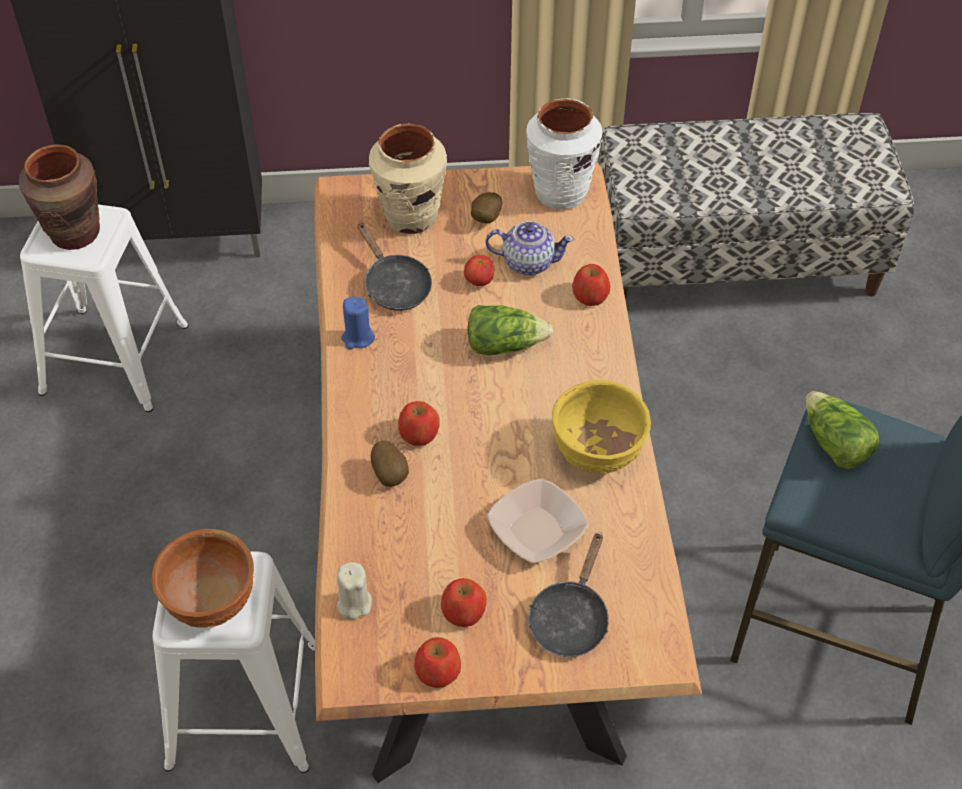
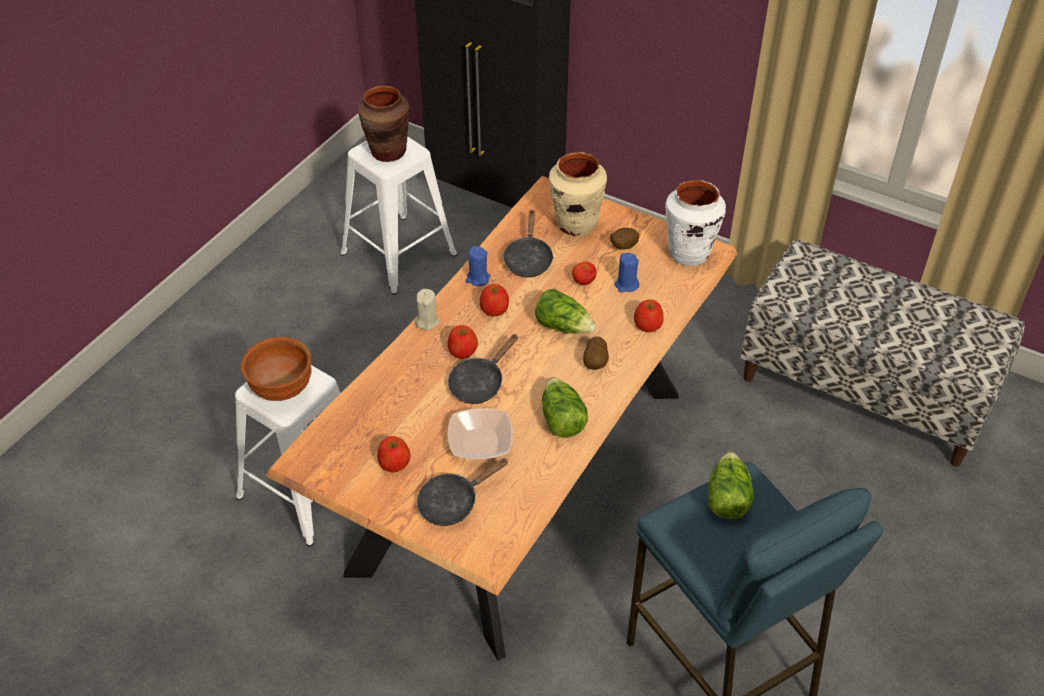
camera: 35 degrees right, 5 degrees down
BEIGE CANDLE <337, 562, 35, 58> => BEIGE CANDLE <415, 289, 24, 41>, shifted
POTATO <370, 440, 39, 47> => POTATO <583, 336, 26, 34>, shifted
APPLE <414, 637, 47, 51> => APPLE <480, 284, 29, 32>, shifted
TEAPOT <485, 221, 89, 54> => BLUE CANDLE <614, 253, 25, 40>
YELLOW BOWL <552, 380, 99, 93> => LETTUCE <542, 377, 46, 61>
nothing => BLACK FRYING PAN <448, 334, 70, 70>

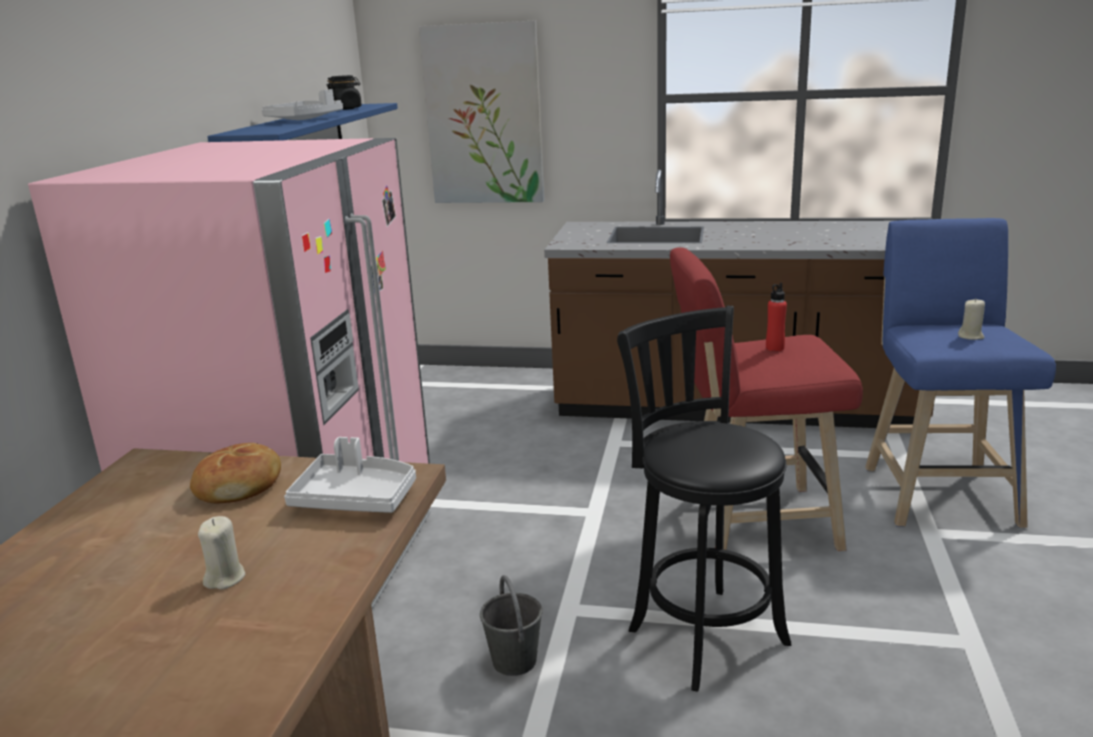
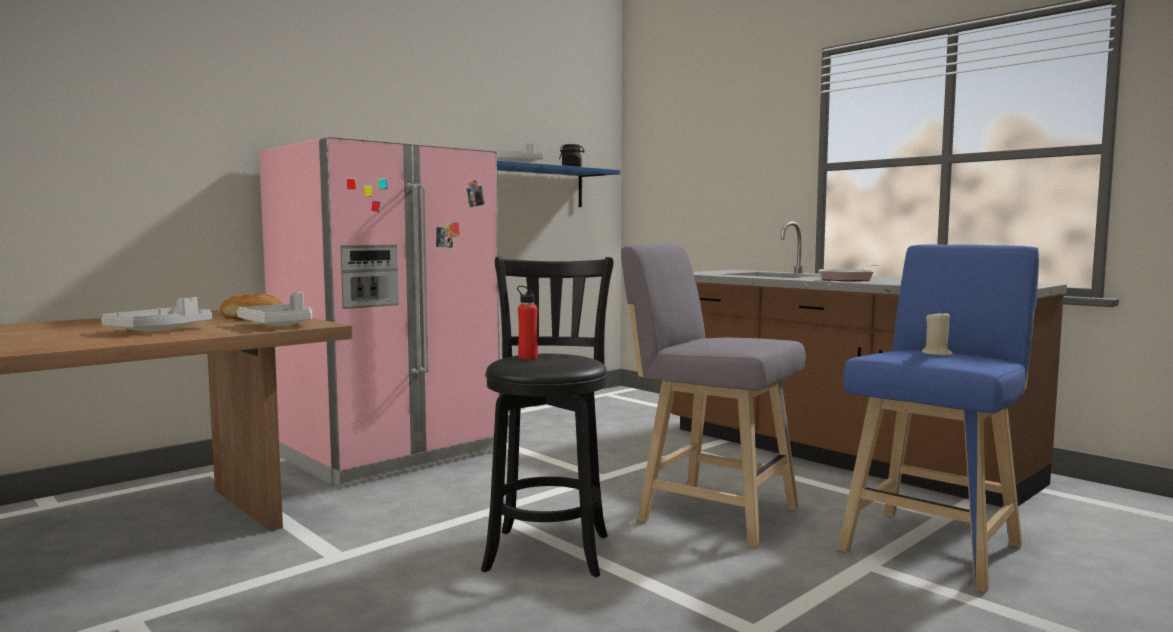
camera: 35 degrees right, 15 degrees down
BEIGE CANDLE <198, 516, 47, 74> => GREY TRAY <101, 297, 111, 34>
PICTURE <419, 20, 125, 183> => nothing
GREY BUCKET <480, 575, 62, 101> => nothing
RED STOOL <670, 247, 193, 304> => GREY STOOL <621, 243, 185, 306>
RED BOTTLE <766, 283, 21, 68> => RED BOTTLE <517, 286, 21, 73>, shifted
nothing => FRYING PAN <819, 264, 59, 17>

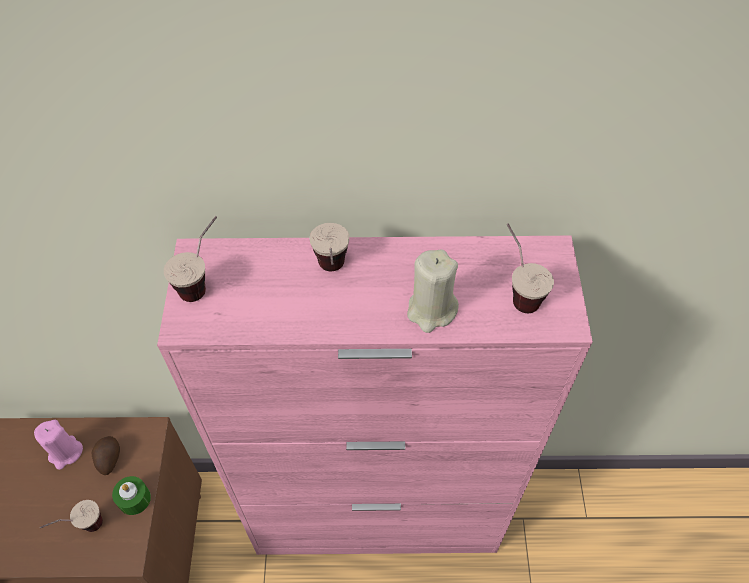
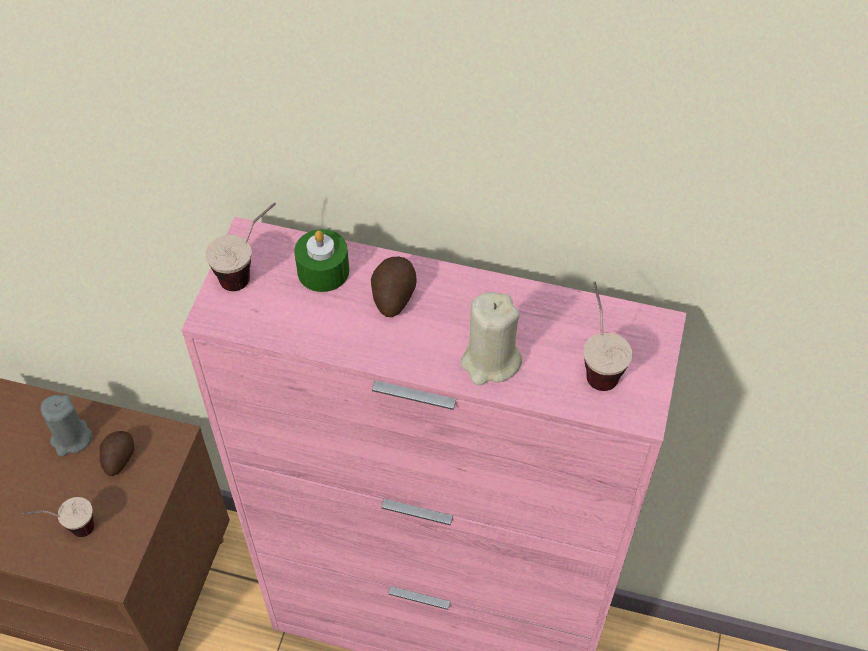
camera: 15 degrees right, 0 degrees up
PINK CANDLE <34, 420, 49, 50> => GREY CANDLE <41, 395, 52, 62>
GREEN CANDLE <112, 476, 39, 39> => GREEN CANDLE <294, 229, 55, 63>, shifted
CUP <309, 223, 41, 48> => POTATO <371, 257, 46, 60>

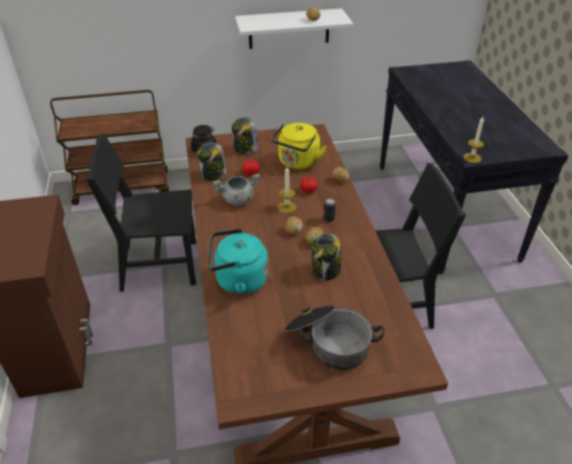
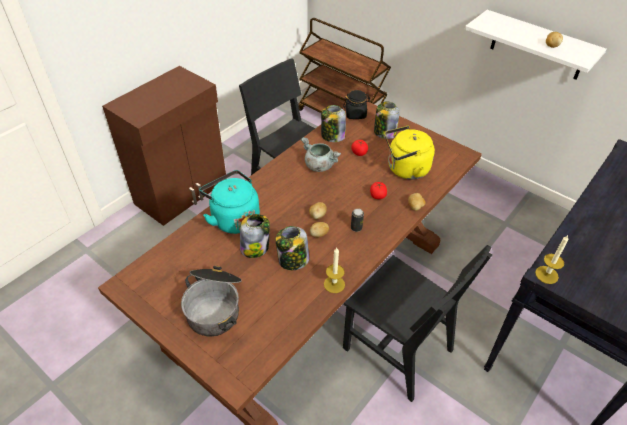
camera: 50 degrees right, 5 degrees up
CANDLE <278, 167, 18, 46> => CANDLE <324, 248, 21, 45>, shifted
nothing => JAR <240, 214, 30, 44>

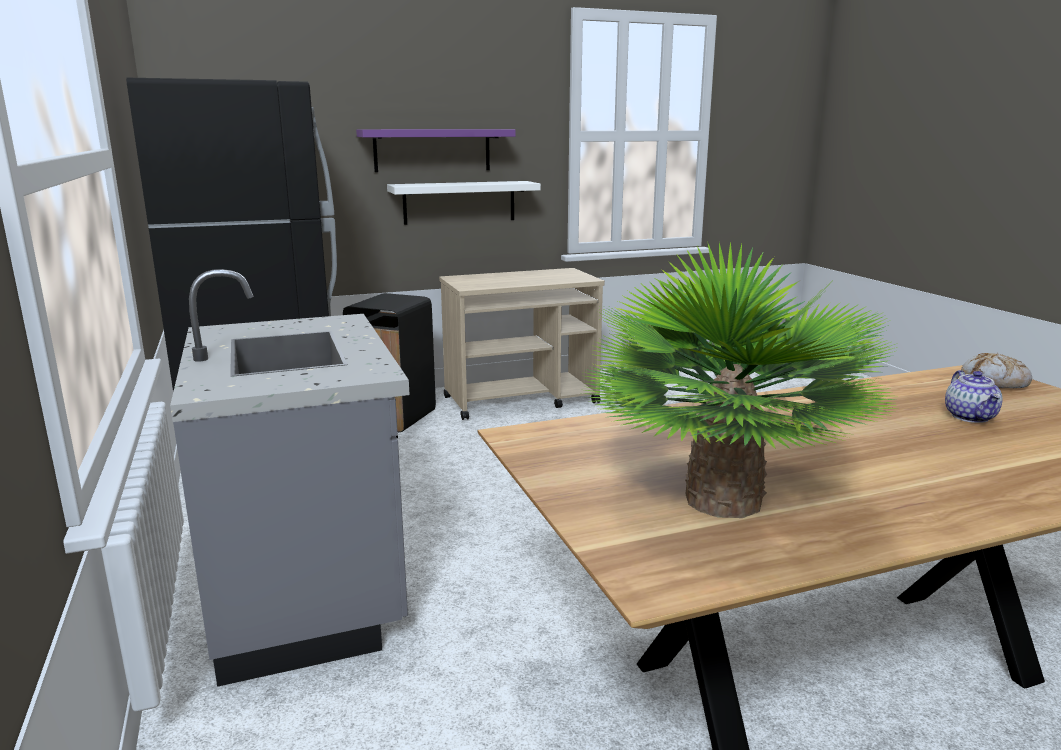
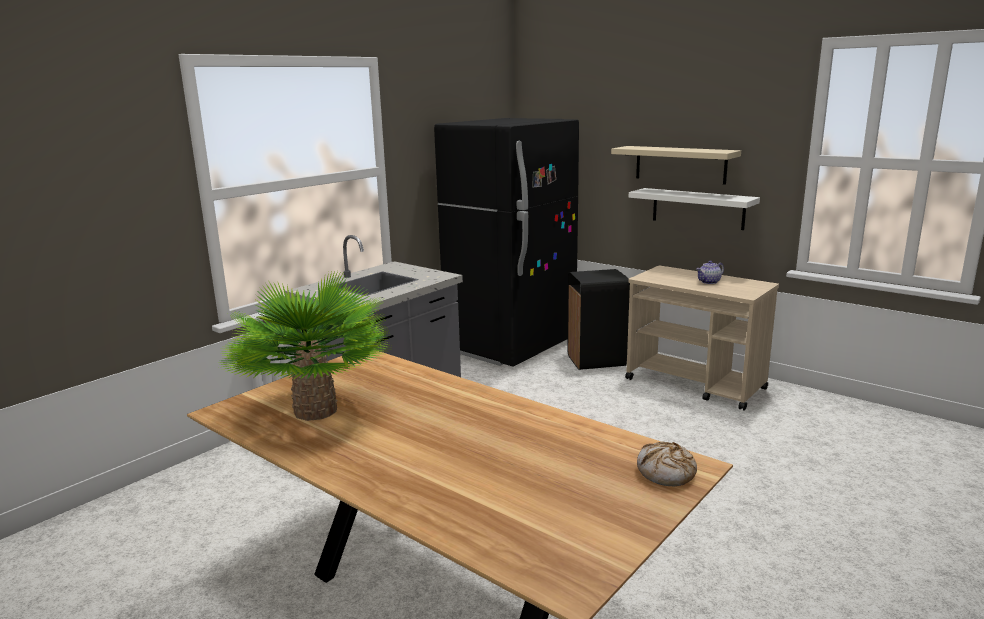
camera: 60 degrees right, 0 degrees up
PURPLE SHELF <356, 129, 160, 43> => BEIGE SHELF <611, 146, 130, 39>
TEAPOT <945, 370, 58, 53> => TEAPOT <696, 261, 28, 23>, shifted

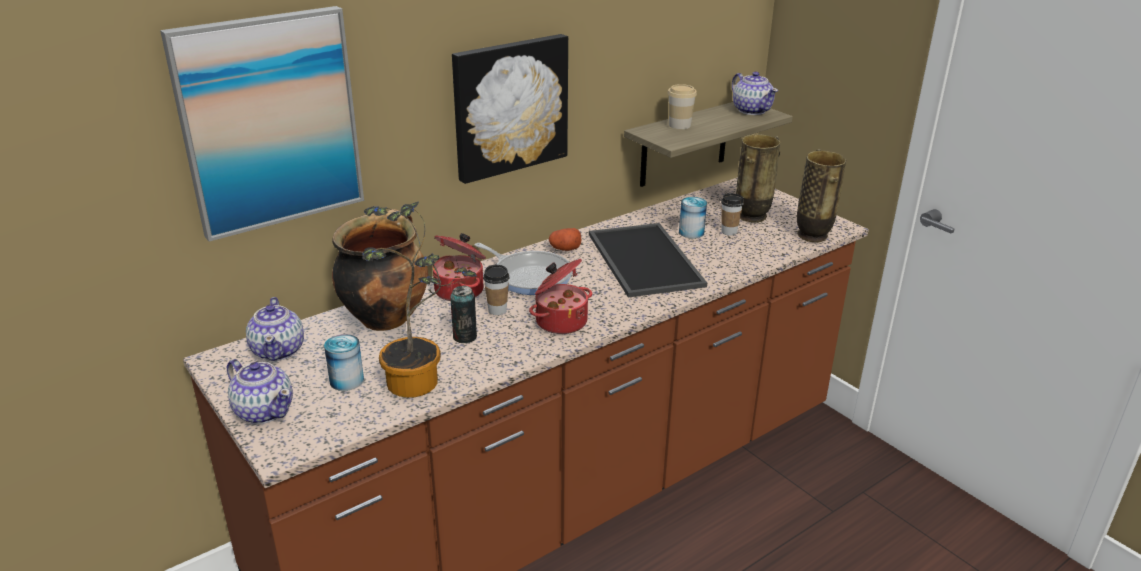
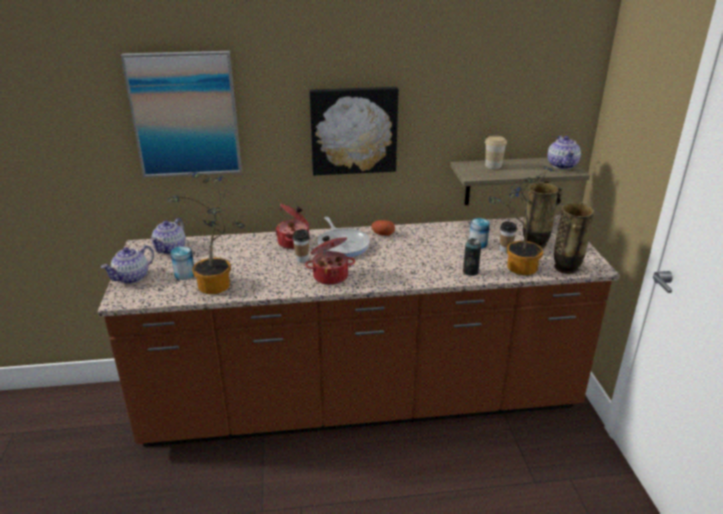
camera: 30 degrees right, 0 degrees up
TEAPOT <227, 359, 66, 65> => TEAPOT <101, 245, 53, 39>, 60 degrees clockwise
COOKING POT <332, 209, 96, 122> => nothing
CAN <450, 285, 27, 58> => CAN <463, 238, 18, 38>, shifted
TRAY <589, 223, 118, 75> => nothing
nothing => POTTED PLANT <488, 166, 69, 109>

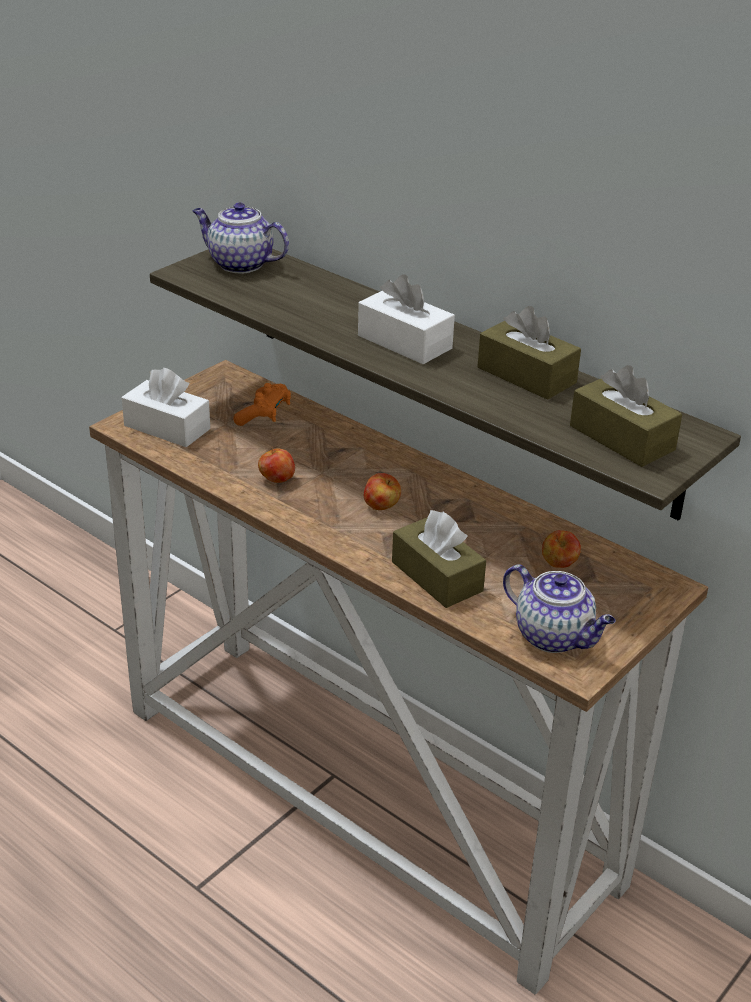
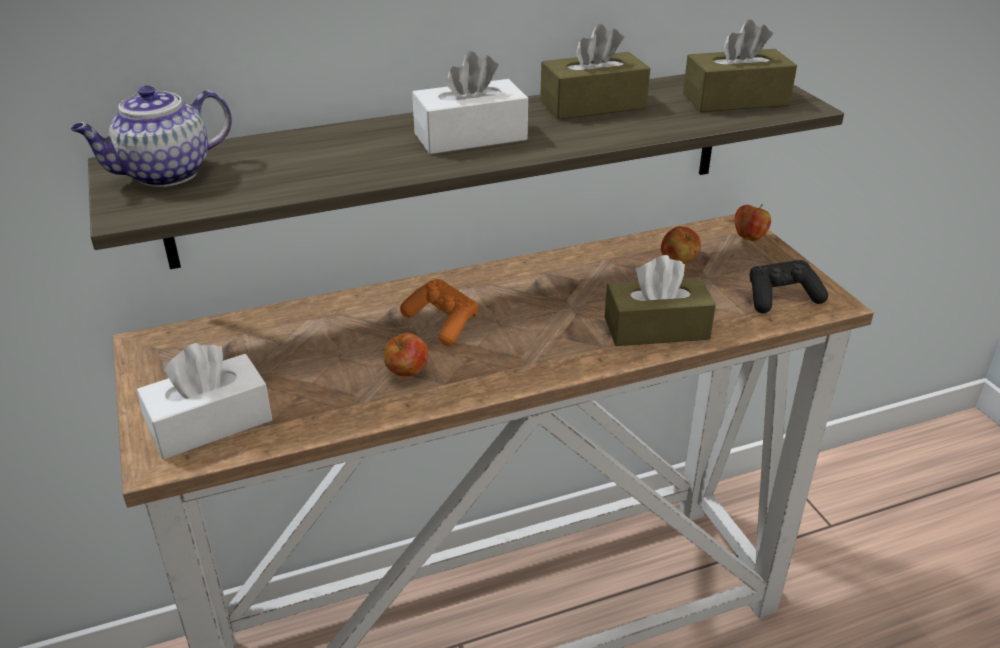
camera: 60 degrees left, 0 degrees up
ORANGE GAME CONTROLLER <234, 383, 57, 43> => ORANGE GAME CONTROLLER <400, 279, 78, 67>, shifted
APPLE <364, 473, 37, 37> => APPLE <734, 204, 37, 37>, shifted
TEAPOT <503, 564, 113, 89> => BLACK GAME CONTROLLER <749, 260, 79, 53>

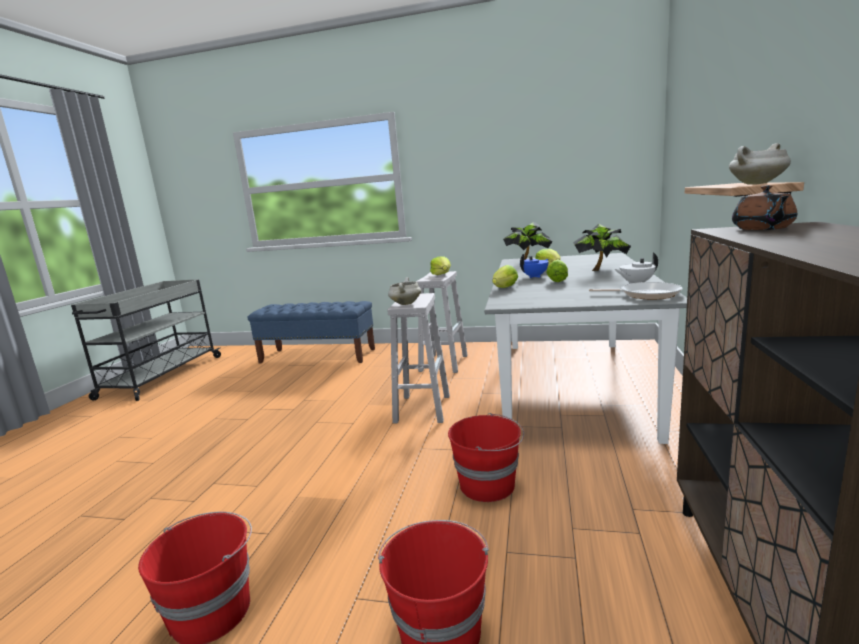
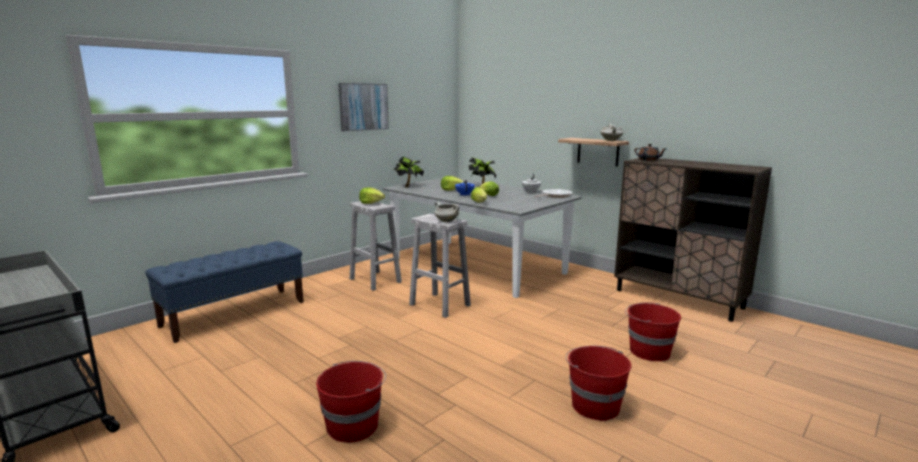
camera: 60 degrees left, 0 degrees up
RED BUCKET <448, 413, 76, 89> => RED BUCKET <316, 361, 70, 82>, shifted
nothing => PICTURE <338, 83, 51, 48>

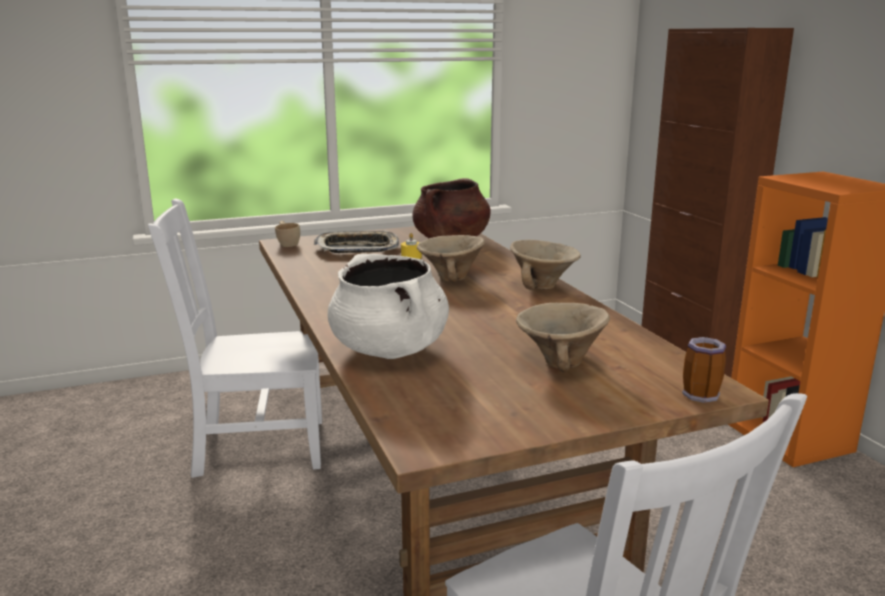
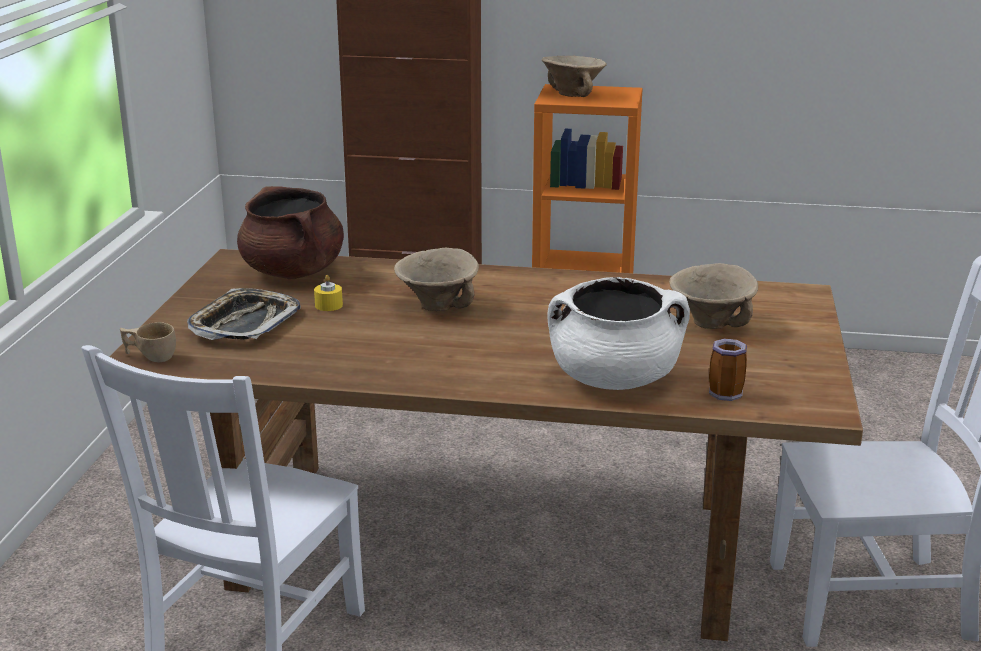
camera: 60 degrees left, 5 degrees up
BEIGE BOWL <510, 240, 71, 50> => BEIGE BOWL <542, 56, 65, 41>, shifted
MUG <682, 337, 44, 66> => MUG <709, 339, 38, 62>, shifted

